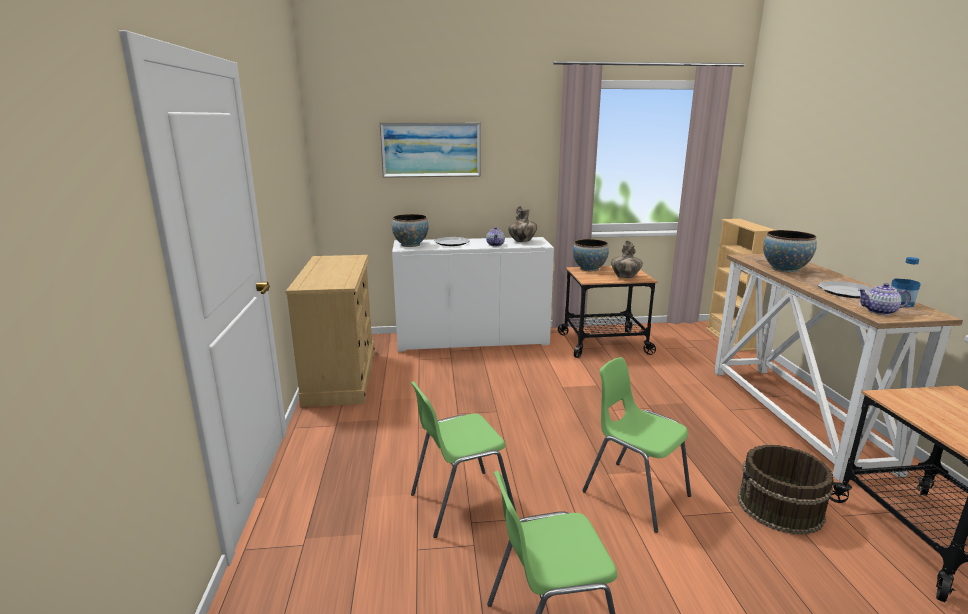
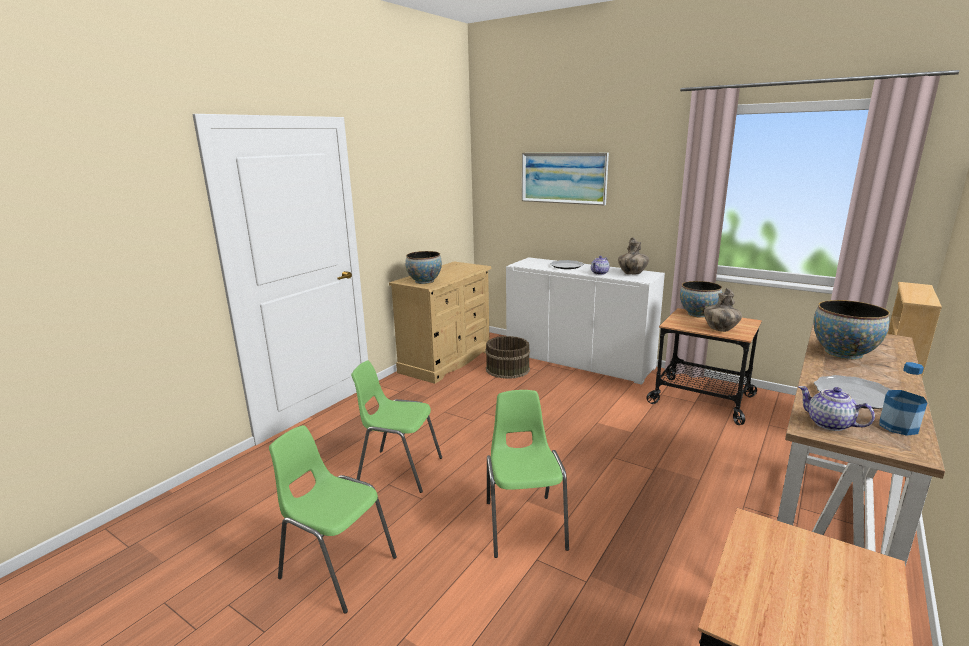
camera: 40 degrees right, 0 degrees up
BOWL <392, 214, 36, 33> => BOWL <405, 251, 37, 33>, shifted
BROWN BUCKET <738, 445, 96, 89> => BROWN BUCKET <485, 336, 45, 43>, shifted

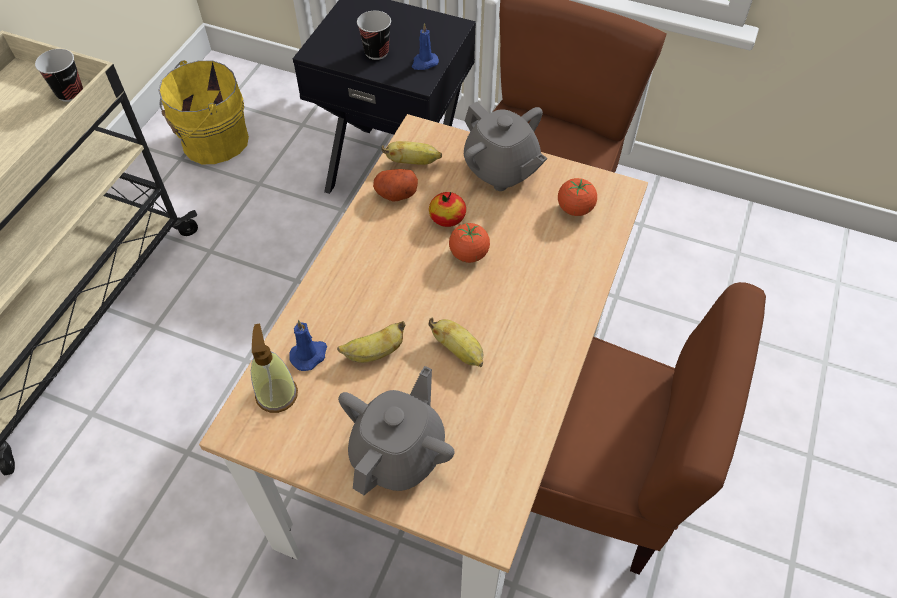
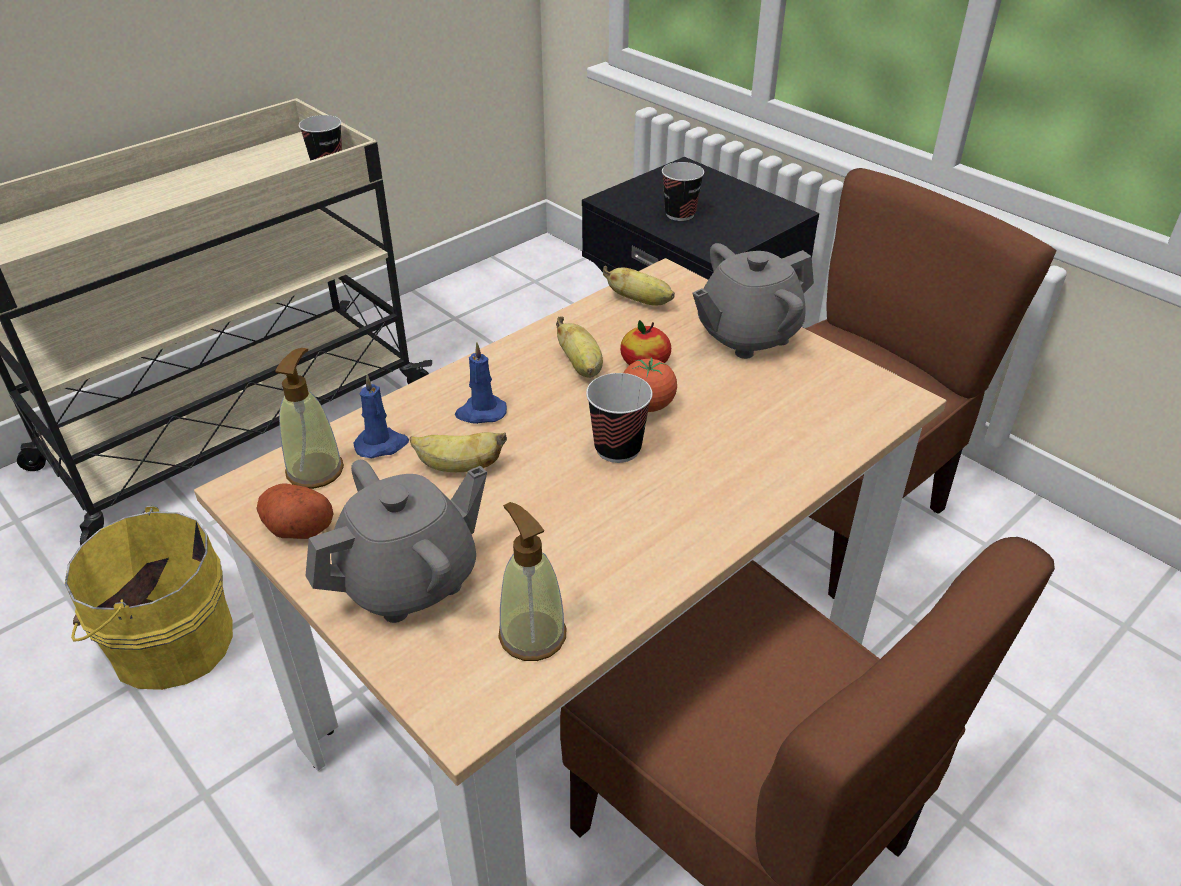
camera: 25 degrees right, 15 degrees down
YELLOW BUCKET <158, 60, 91, 105> => YELLOW BUCKET <65, 505, 168, 185>, shifted
POTATO <373, 169, 45, 33> => POTATO <256, 483, 77, 56>, shifted
BLUE CANDLE <412, 23, 27, 47> => BLUE CANDLE <455, 342, 52, 82>, shifted
BANANA <428, 318, 55, 49> => BANANA <556, 316, 47, 62>, shifted
GREY TEAPOT <464, 102, 83, 89> => GREY TEAPOT <693, 243, 121, 116>, 75 degrees clockwise
TOMATO <558, 178, 39, 38> => nothing
nothing => SOAP DISPENSER <498, 502, 69, 159>
nothing => CUP <586, 373, 67, 90>

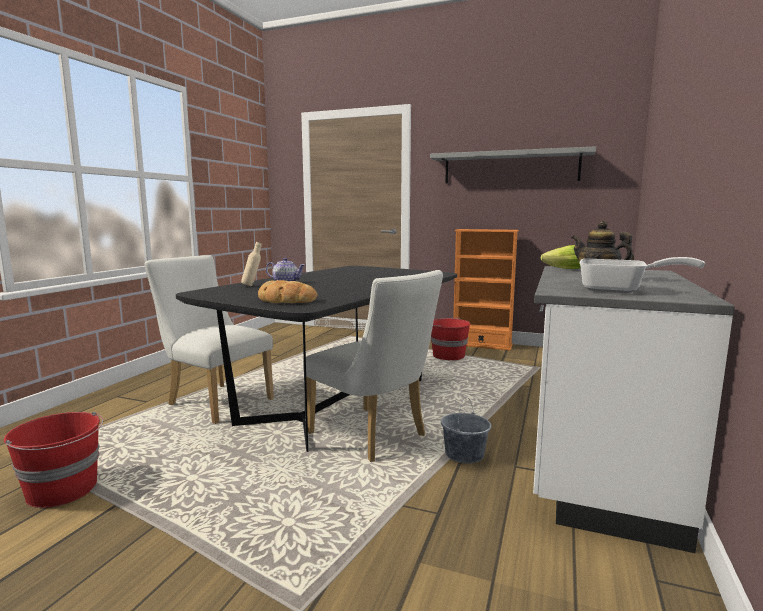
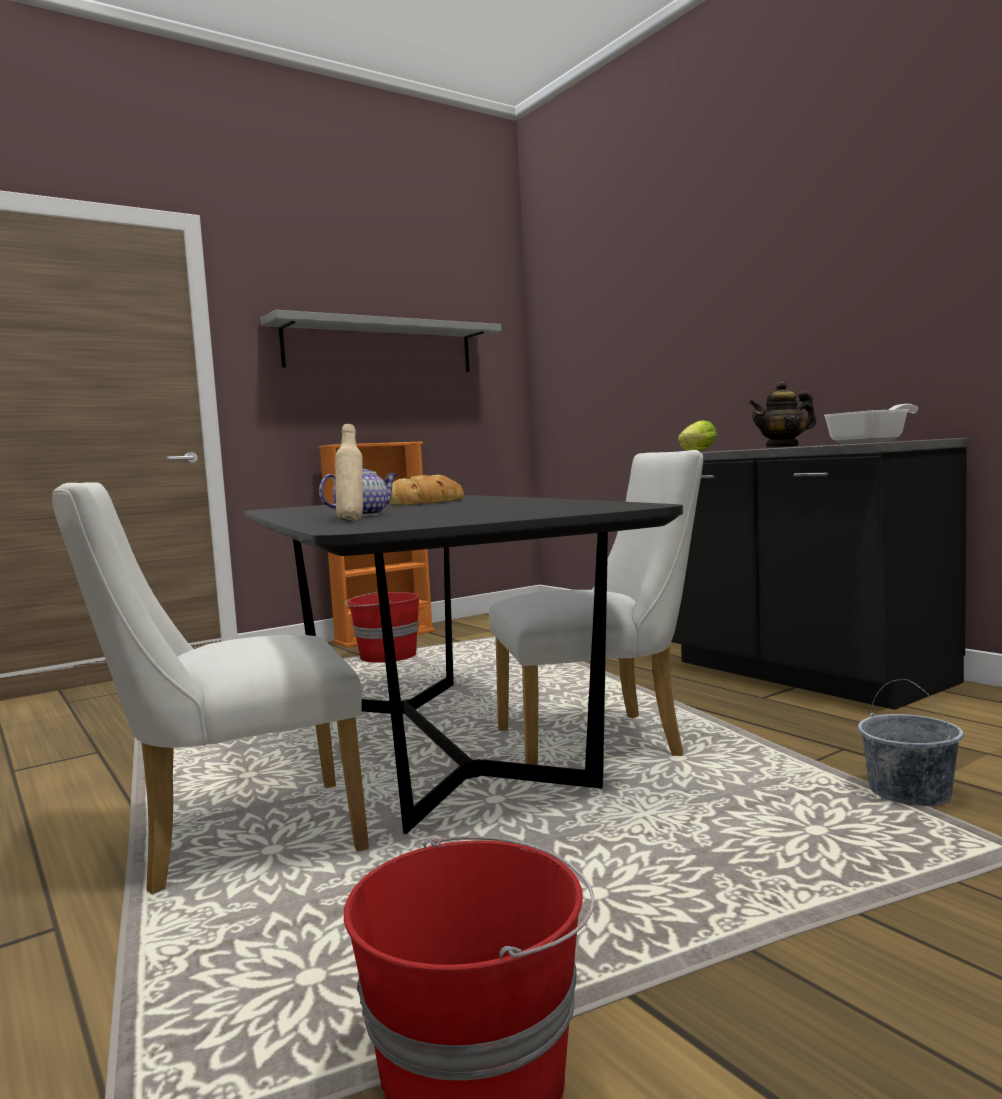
camera: 55 degrees left, 5 degrees down
BREAD <258, 280, 59, 23> => BREAD <389, 475, 75, 30>, shifted
GREY BUCKET <441, 397, 50, 66> => GREY BUCKET <858, 679, 106, 128>, shifted
WHITE COUNTER <533, 266, 202, 287> => BLACK COUNTER <671, 438, 298, 272>

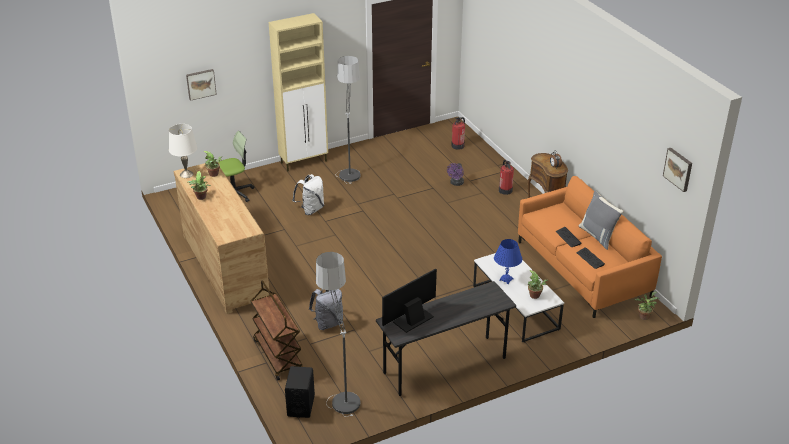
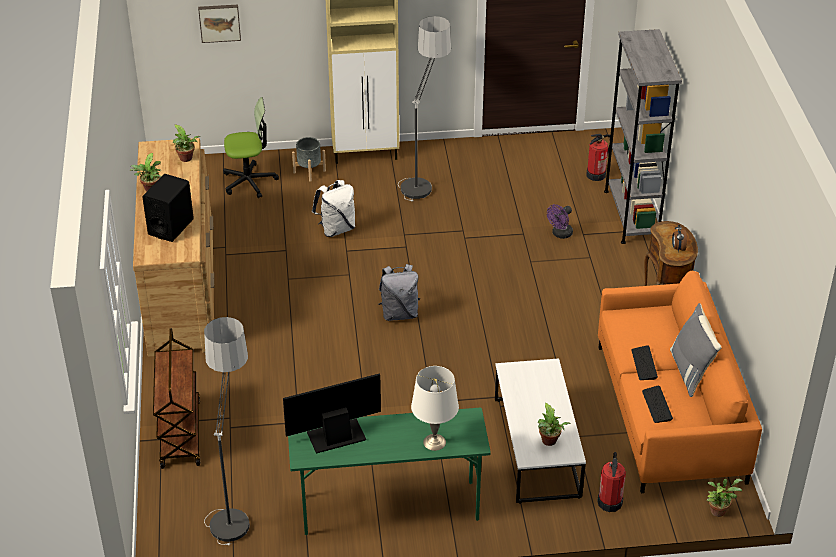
camera: 20 degrees right, 5 degrees up
WHITE TABLE LAMP <169, 124, 28, 54> => WHITE TABLE LAMP <411, 366, 48, 85>, shifted
BLACK SPEAKER <285, 366, 30, 52> => BLACK SPEAKER <142, 174, 52, 68>, shifted
GREY BACKPACK <309, 289, 34, 41> => GREY BACKPACK <379, 264, 41, 57>, shifted
GREY DESK <376, 281, 140, 115> => GREEN DESK <288, 408, 203, 127>
BLUE TABLE LAMP <494, 239, 28, 45> => nothing
FIRE EXTINGUISHER <499, 160, 15, 35> => FIRE EXTINGUISHER <597, 452, 29, 60>, shifted
PICTURE <663, 148, 29, 44> => nothing
nothing => GREY PLANTER <292, 137, 34, 45>
nothing => GREY BOOKCASE <604, 29, 78, 215>

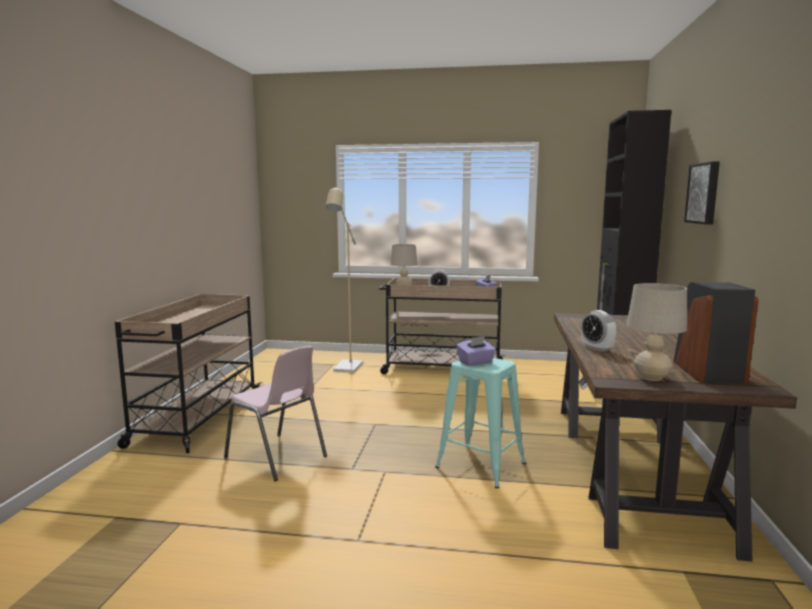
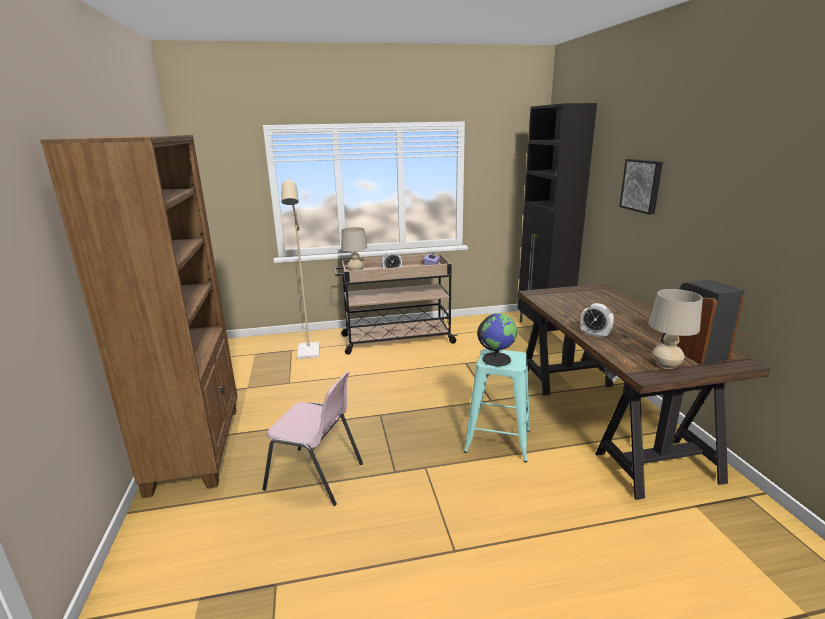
camera: 20 degrees left, 10 degrees up
BEIGE CART <115, 294, 148, 159> => BROWN BOOKCASE <40, 135, 197, 363>
PURPLE TISSUE BOX <456, 336, 40, 30> => GLOBE <477, 313, 40, 53>

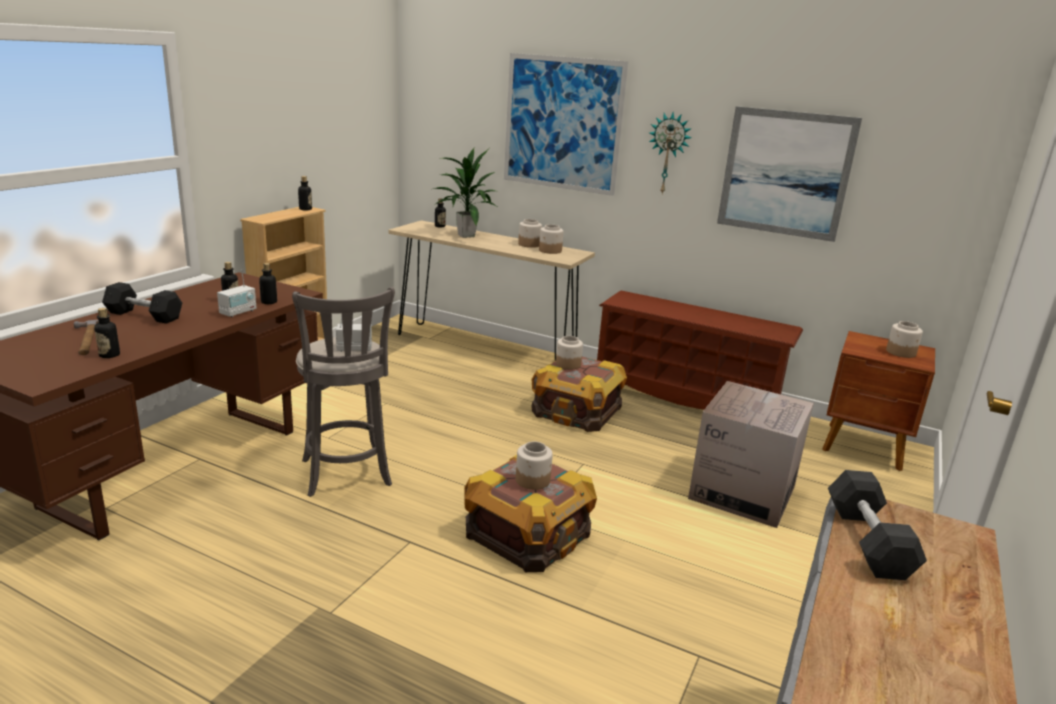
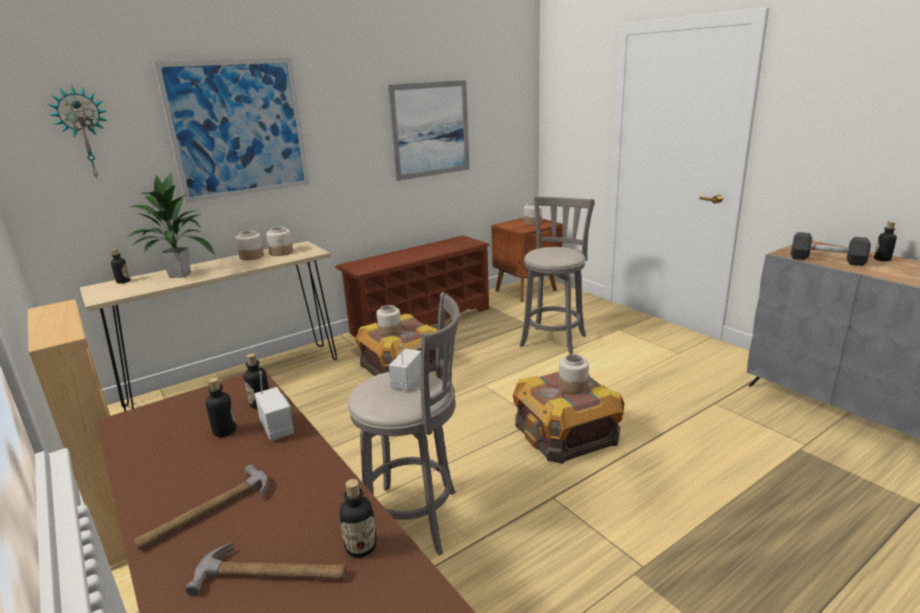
camera: 60 degrees left, 0 degrees up
BLACK DUMBBELL <102, 282, 80, 42> => HAMMER <134, 464, 134, 86>
BOTTLE <298, 176, 14, 34> => BOTTLE <874, 222, 23, 39>, shifted
WALL CLOCK <649, 112, 43, 82> => WALL CLOCK <48, 85, 60, 93>, shifted
CARDBOARD BOX <688, 381, 126, 147> => GREY STOOL <519, 196, 76, 158>

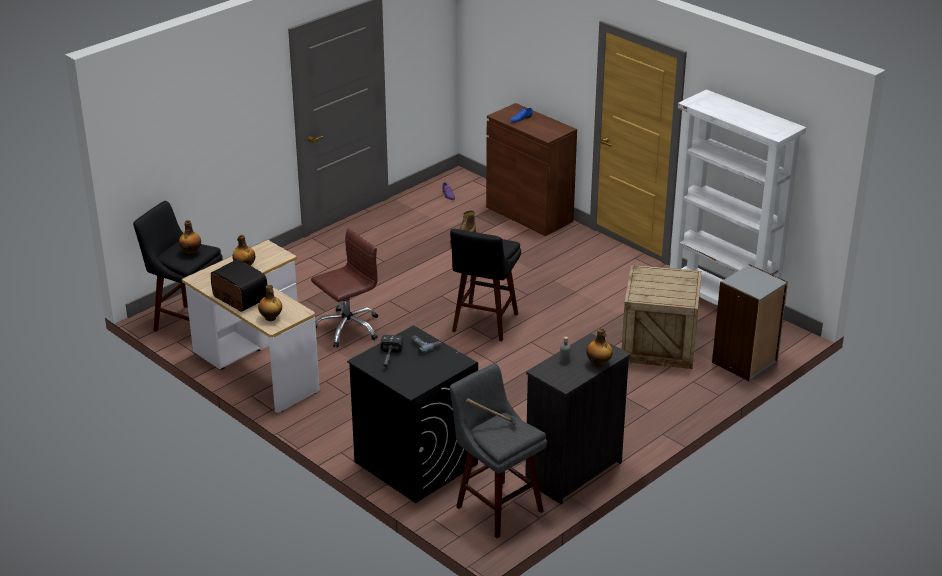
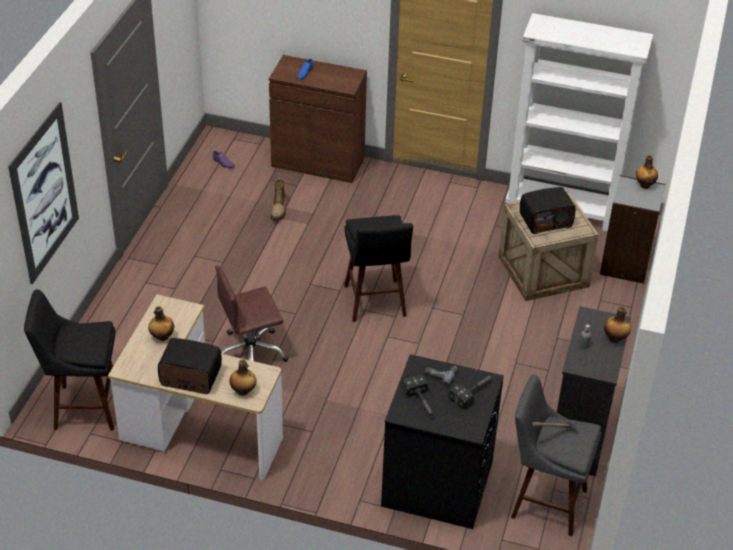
camera: 30 degrees left, 10 degrees up
BOTTLE <179, 220, 22, 36> => BOTTLE <635, 155, 23, 34>, shifted
BROWN OFFICE CHAIR <311, 228, 67, 120> => BROWN OFFICE CHAIR <215, 265, 74, 97>, 135 degrees counterclockwise
nothing => PICTURE <8, 102, 71, 182>
nothing => HAMMER <449, 375, 44, 34>
nothing => RADIO <520, 187, 55, 47>

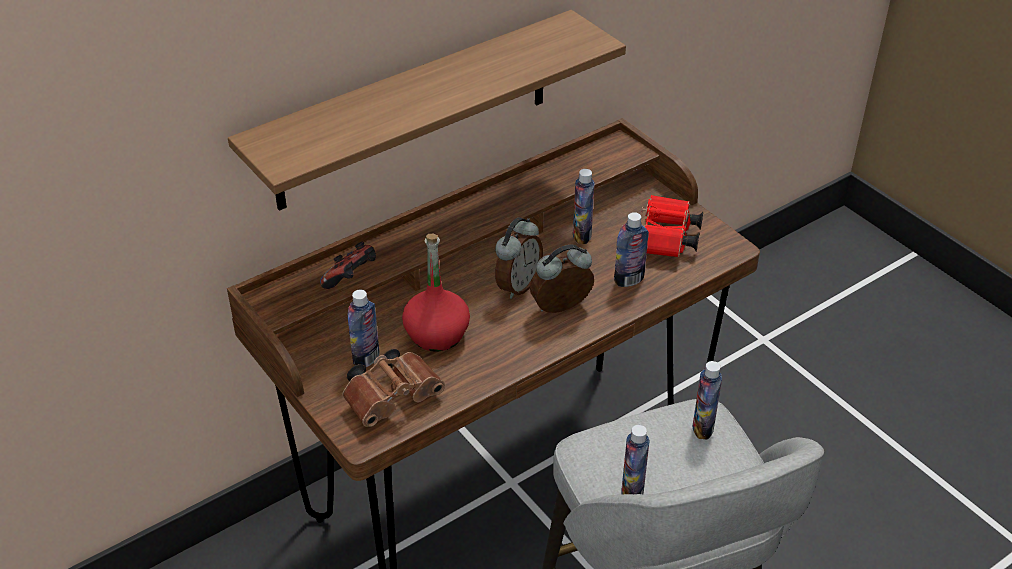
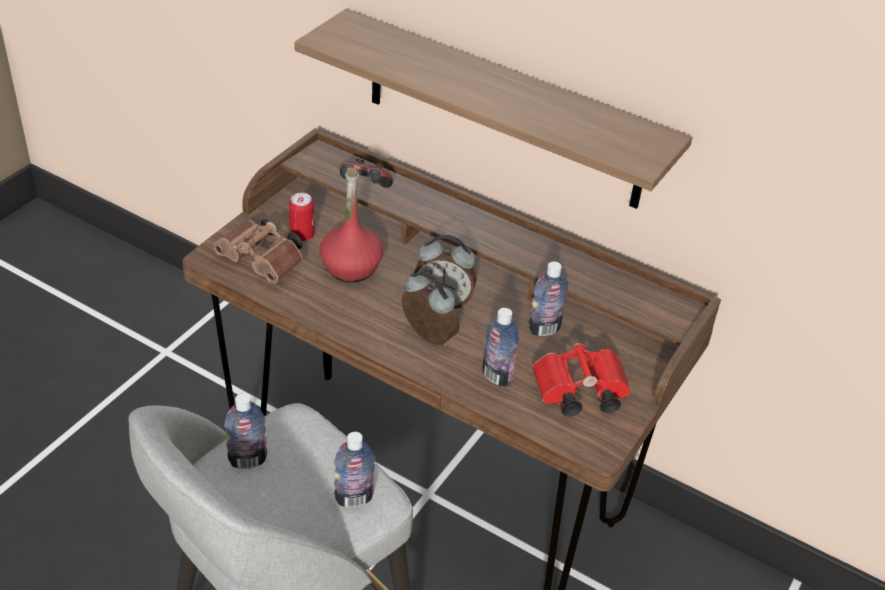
camera: 65 degrees right, 0 degrees up
BOTTLE <348, 290, 32, 77> => CAN <289, 193, 26, 49>

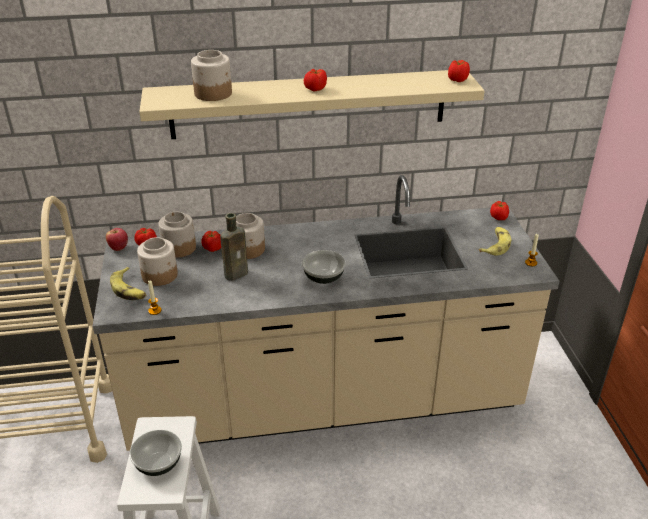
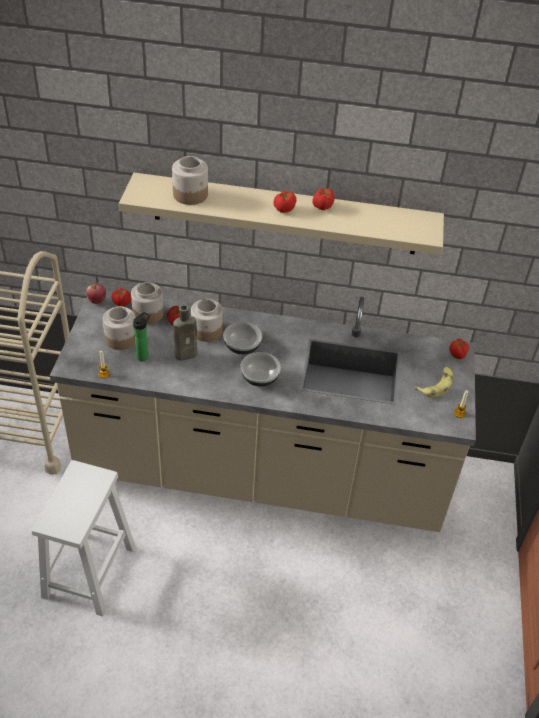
camera: 15 degrees right, 10 degrees up
BANANA <110, 267, 36, 33> => nothing
BOWL <130, 430, 52, 46> => BOWL <223, 322, 39, 32>, shifted
TOMATO <448, 60, 22, 22> => TOMATO <312, 188, 23, 22>, shifted
nothing => BOTTLE <133, 312, 17, 50>

